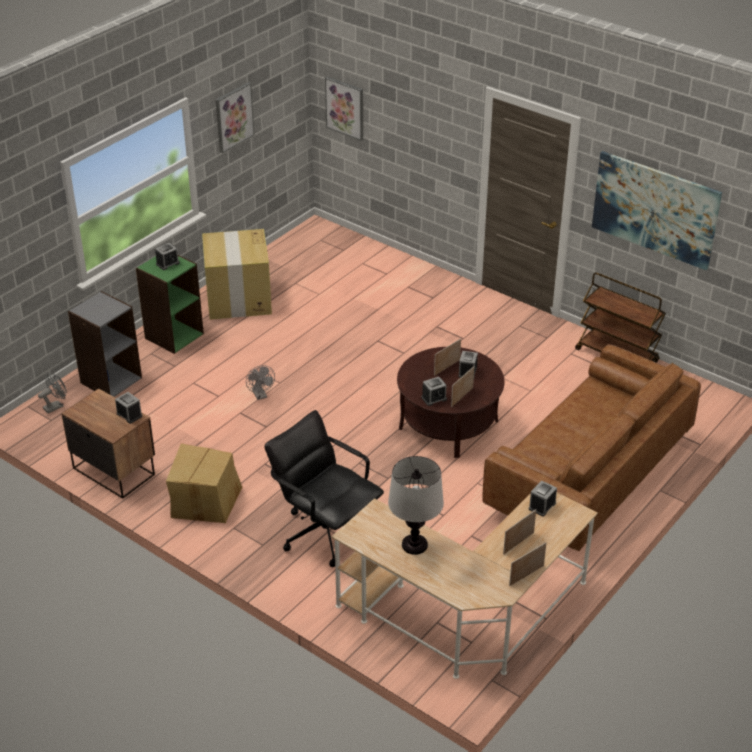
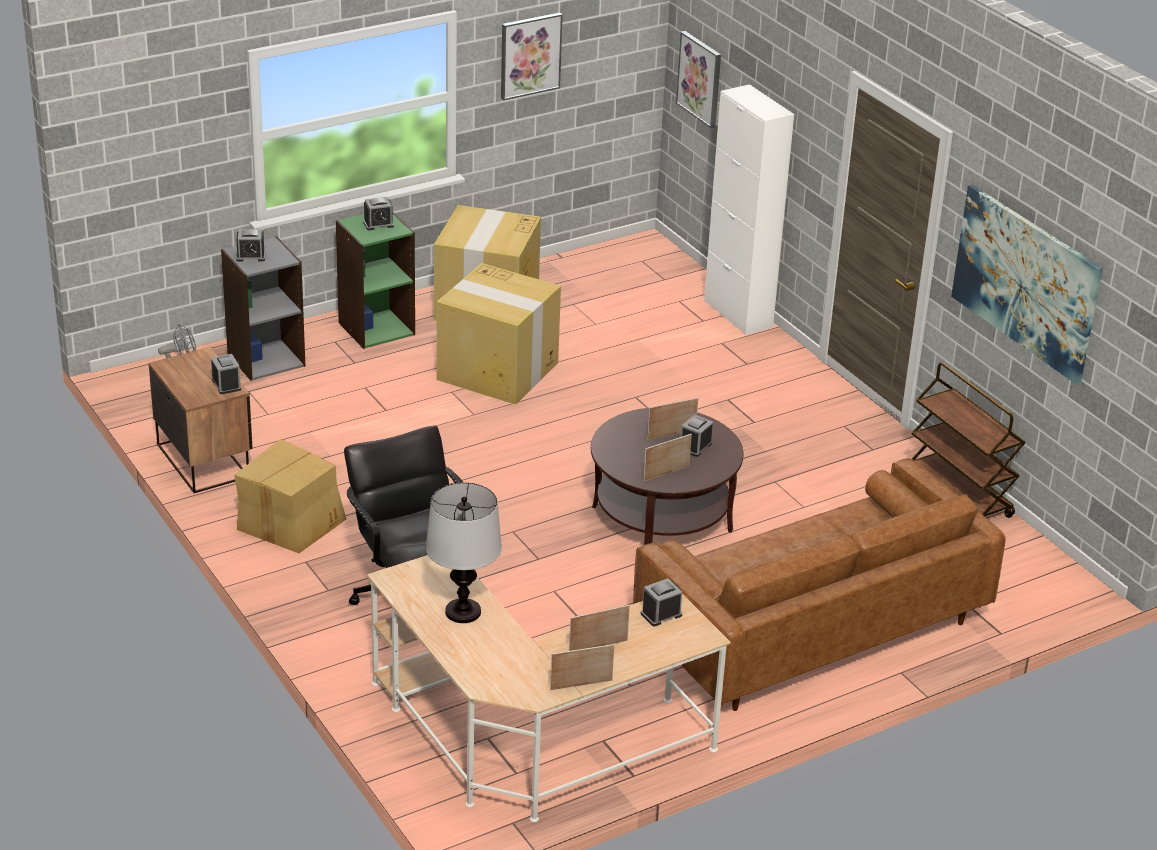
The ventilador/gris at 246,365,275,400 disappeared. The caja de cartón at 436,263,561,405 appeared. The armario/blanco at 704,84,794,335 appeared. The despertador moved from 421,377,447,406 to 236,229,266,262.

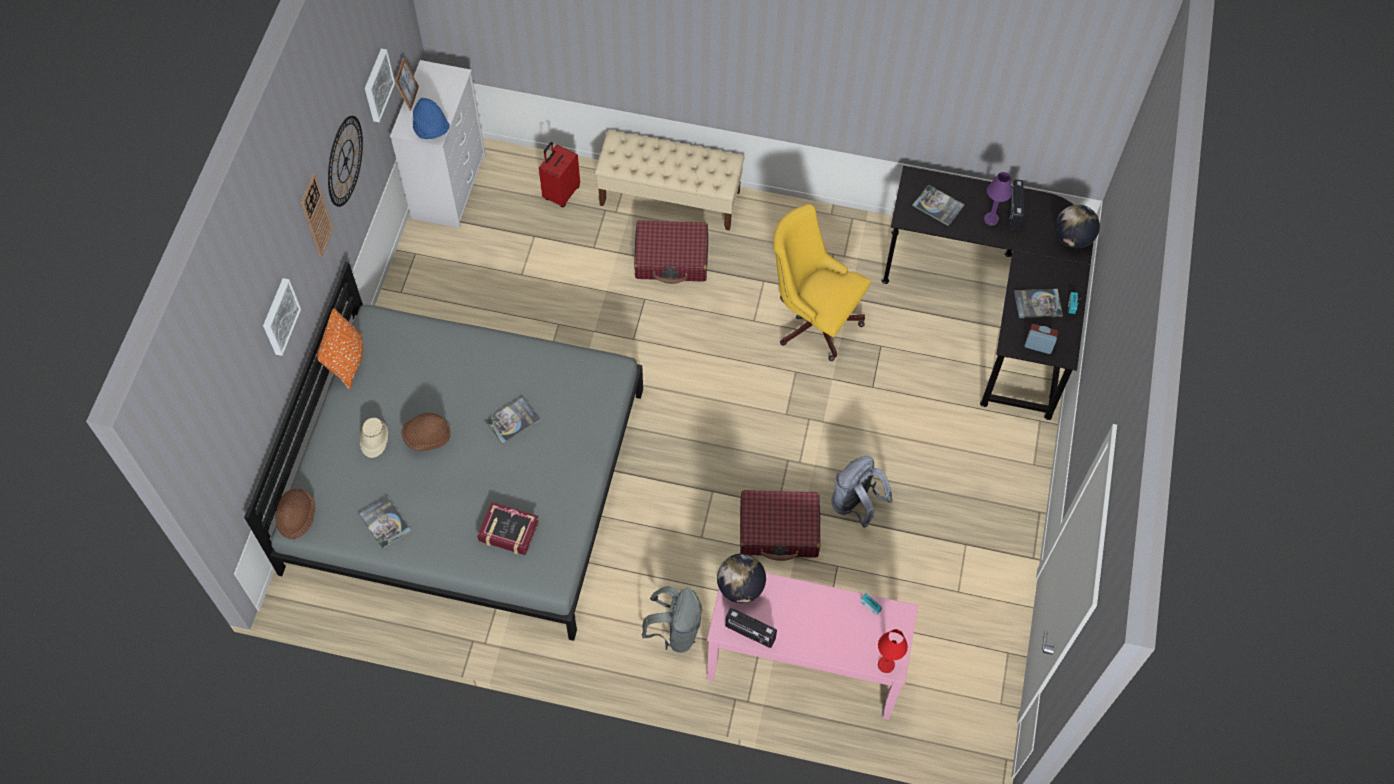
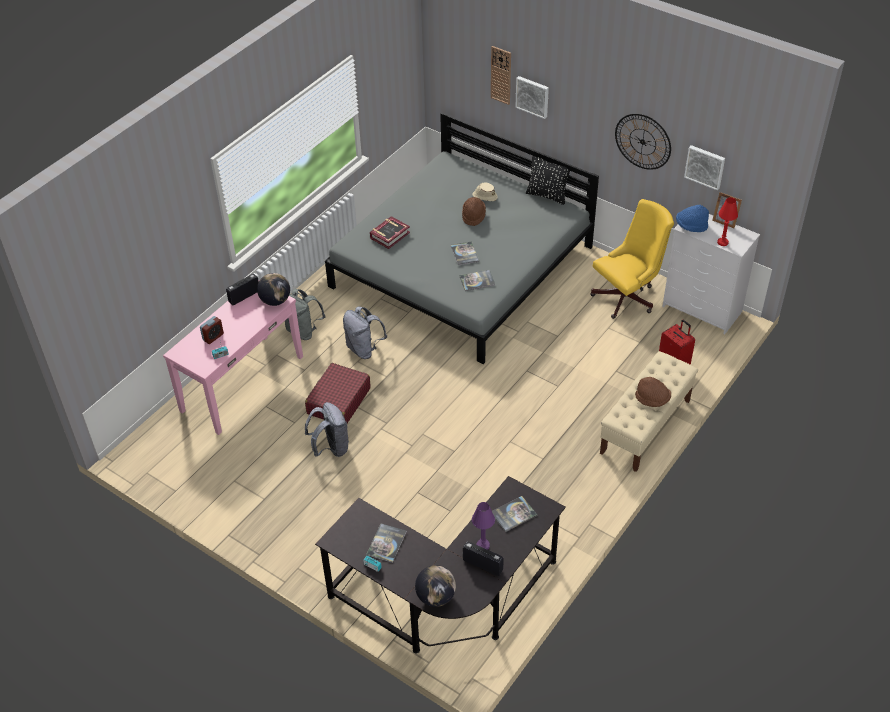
The maleta/rojo at 634,220,708,284 disappeared. The mochila/gris at 343,306,387,359 appeared. The sombrero/marrón moved from 275,489,315,540 to 635,377,671,407. The reloj de pared moved from 300,174,333,257 to 491,46,511,105. The libro moved from 358,496,411,550 to 459,270,495,291. The silla de oficina/amarillo moved from 773,204,871,361 to 591,199,674,319. The lámpara de mesa/rojo moved from 878,629,908,673 to 717,197,738,246. The despertador moved from 1024,324,1058,354 to 200,316,224,344. The cojín/naranja at 317,308,363,389 became the cojín/negro at 526,156,570,205.

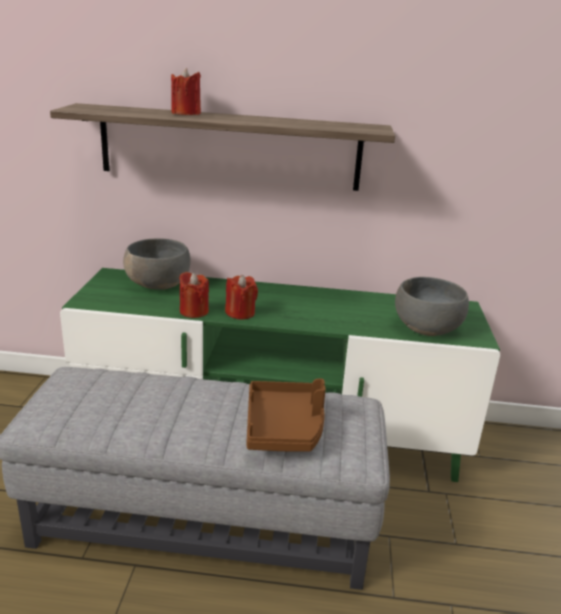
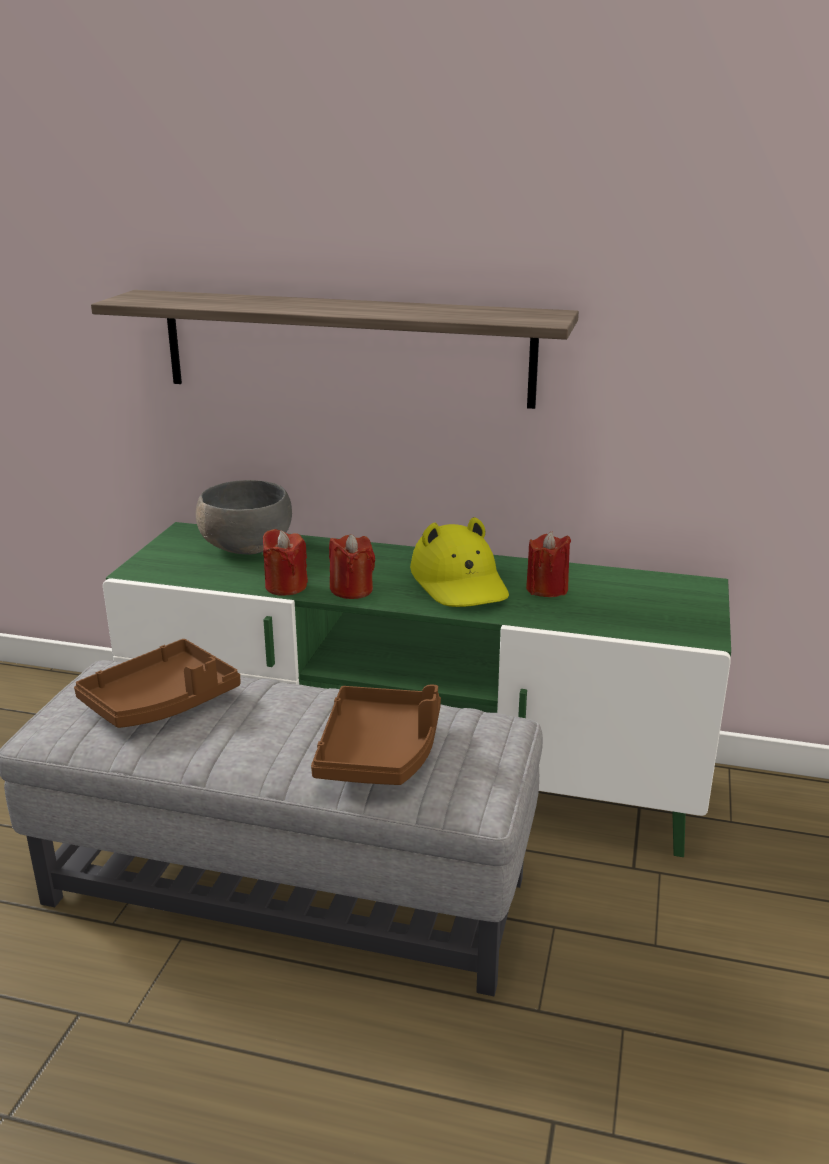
The cuenco/gris at 395,277,469,336 disappeared. The bandeja/marrón at 74,639,241,728 appeared. The sombrero/amarillo at 410,517,509,607 appeared. The vela/rojo moved from 171,68,201,115 to 526,531,571,597.

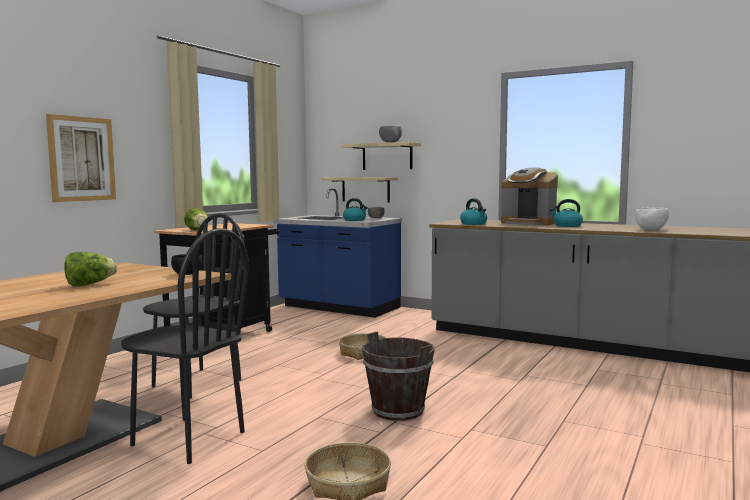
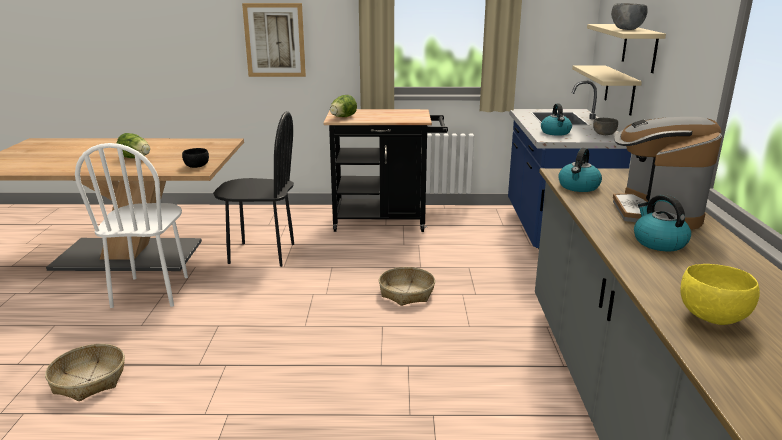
The cubo/marrón at 362,332,435,421 disappeared. The silla/negro at 121,228,249,464 became the silla/blanco at 75,143,188,308. The cuenco/blanco at 635,207,669,230 became the cuenco/amarillo at 680,264,760,325.

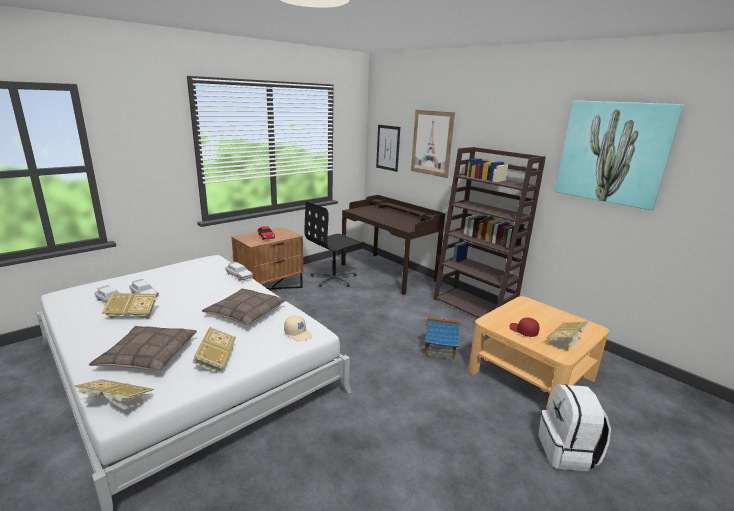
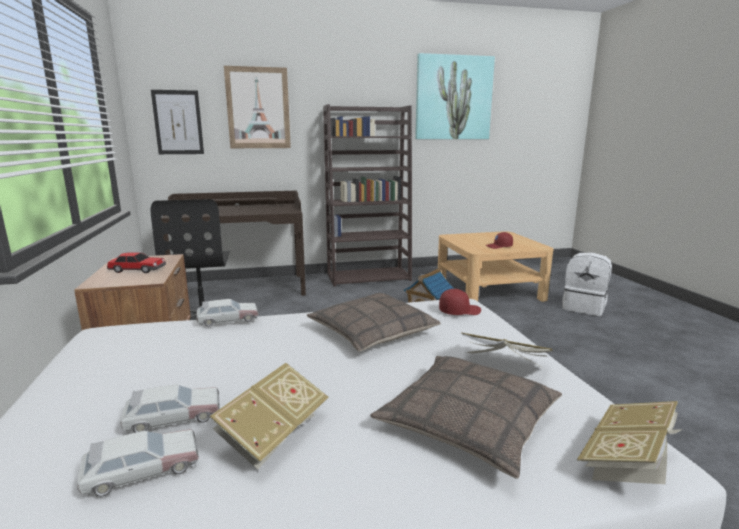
The libro at 546,321,588,346 disappeared. The gorra/beis at 284,315,312,342 became the gorra/rojo at 439,289,481,315.

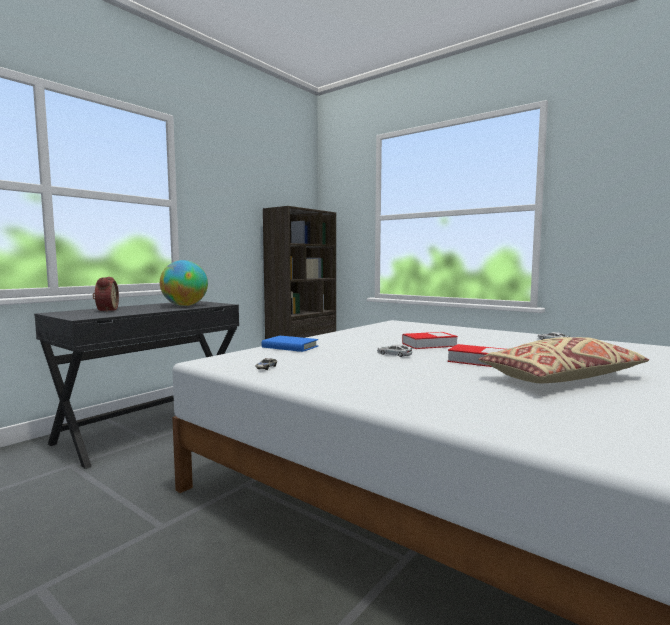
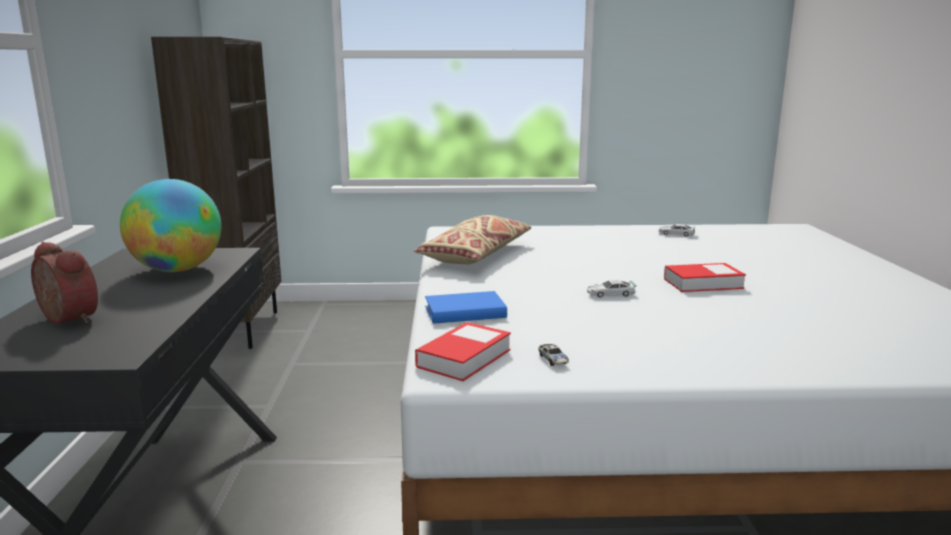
The libro moved from 402,332,458,349 to 415,322,511,381. The cojín/beis moved from 478,337,649,383 to 414,215,531,265.

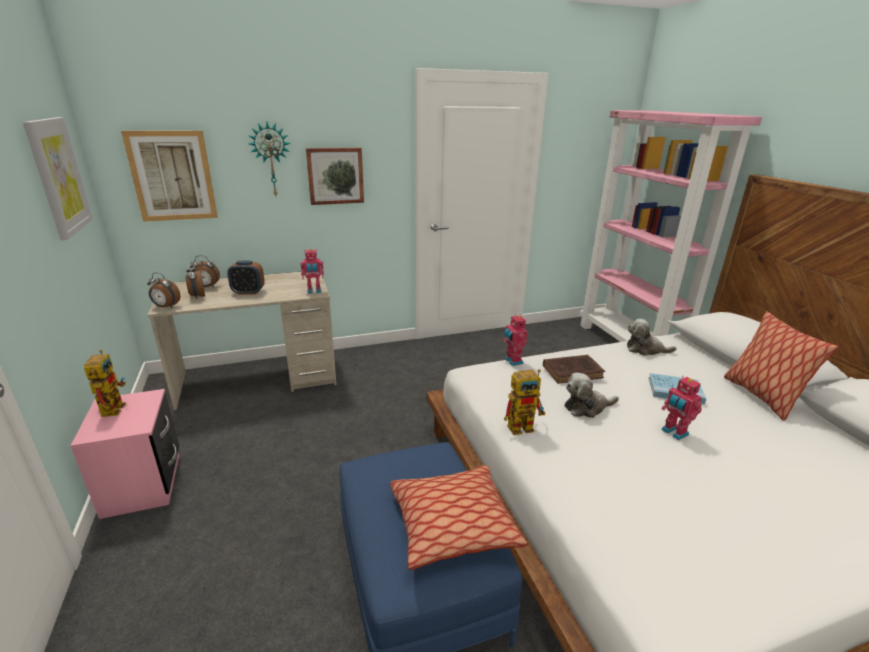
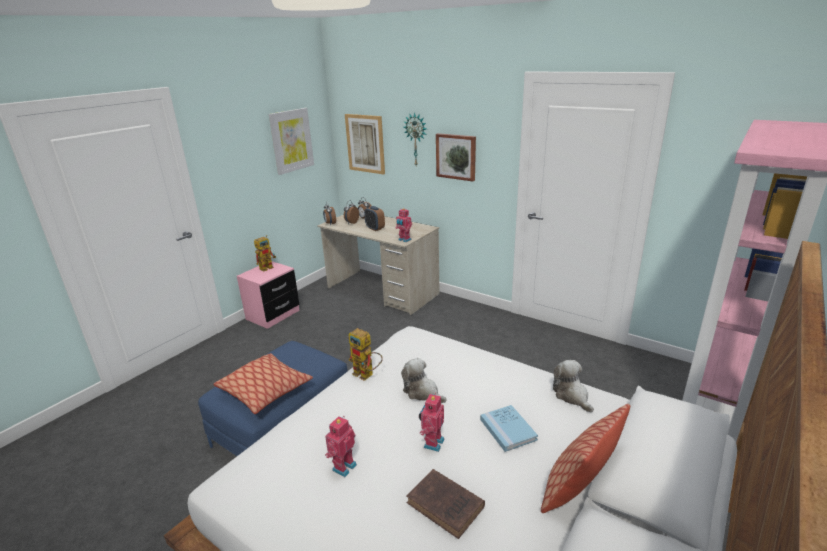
The robot de juguete moved from 503,314,528,366 to 325,416,357,477. The libro/marrón moved from 543,355,605,384 to 407,469,485,539.

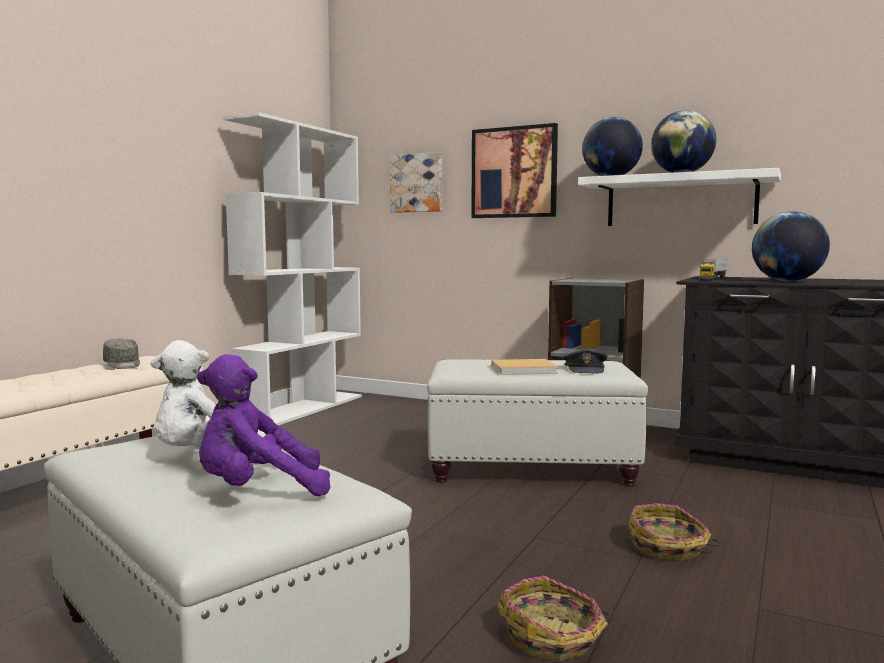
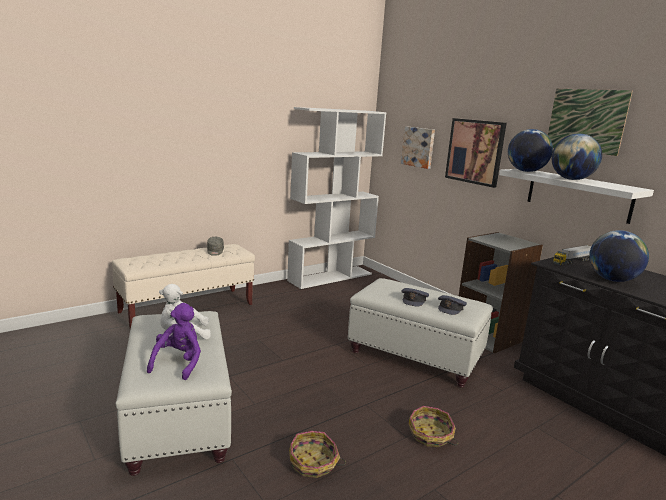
The cuadro at 548,89,633,156 appeared. The libro/beis at 491,359,558,375 was replaced by the gorra/gris at 401,288,429,307. The peluche/morado at 197,354,330,496 turned 90 degrees clockwise.

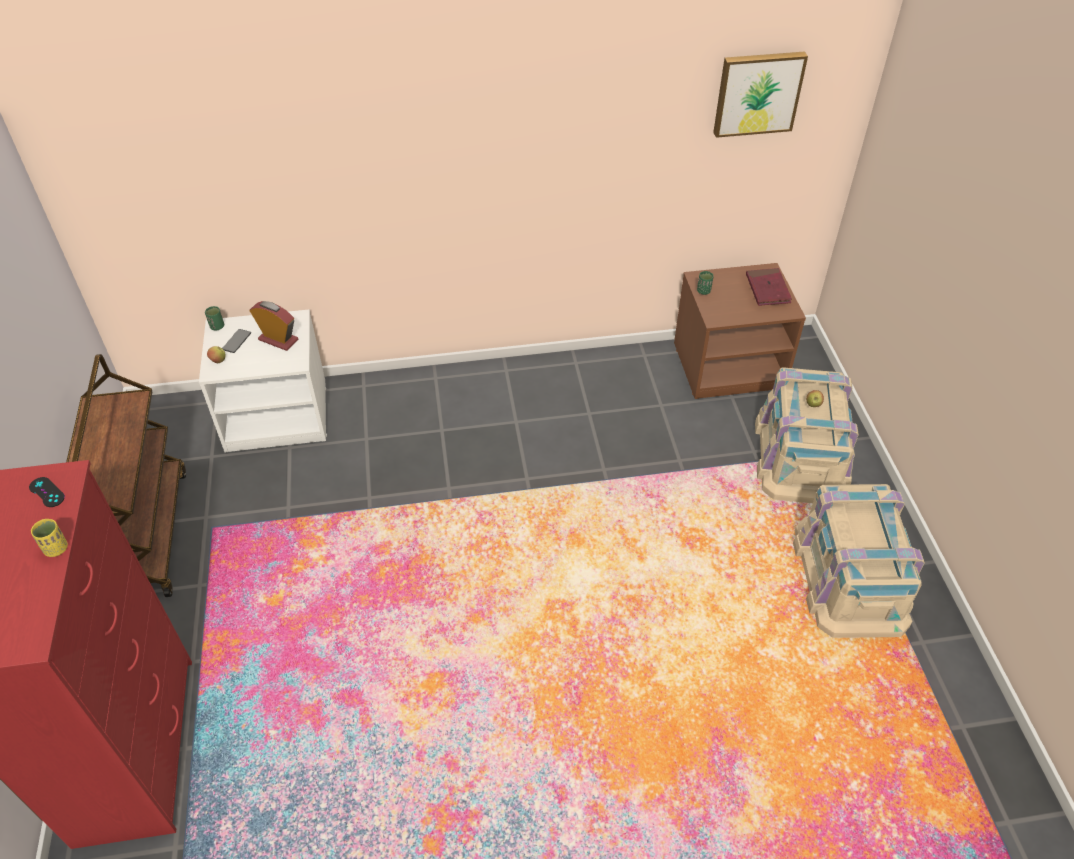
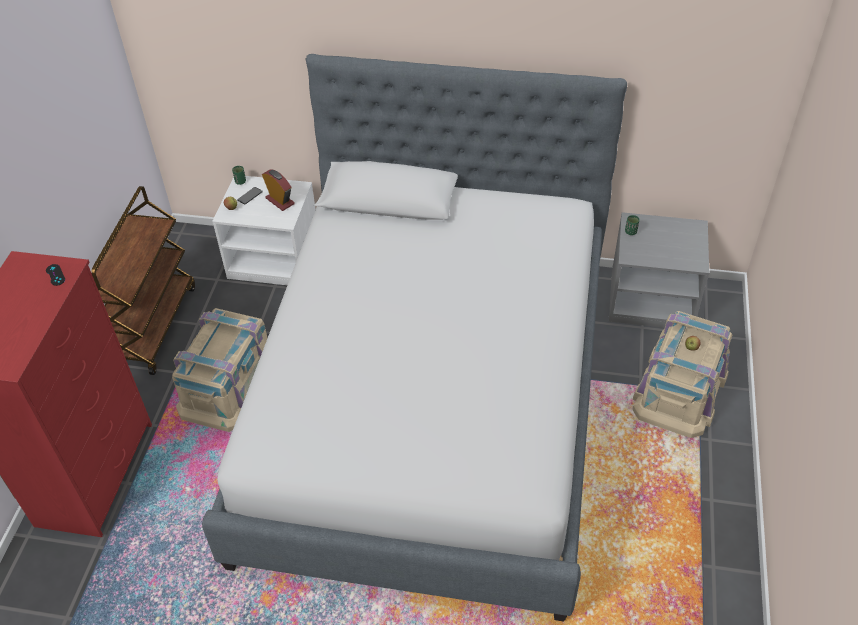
The taza/amarillo at 31,519,68,557 disappeared. The cuadro at 713,51,808,138 disappeared. The libro/rojo at 746,268,792,306 disappeared. The cama at 202,54,627,621 appeared. The caja de almacenaje/beis moved from 793,484,925,638 to 172,308,267,432. The mesita de noche/marrón at 674,263,806,399 became the mesita de noche/gris at 609,212,709,328.

